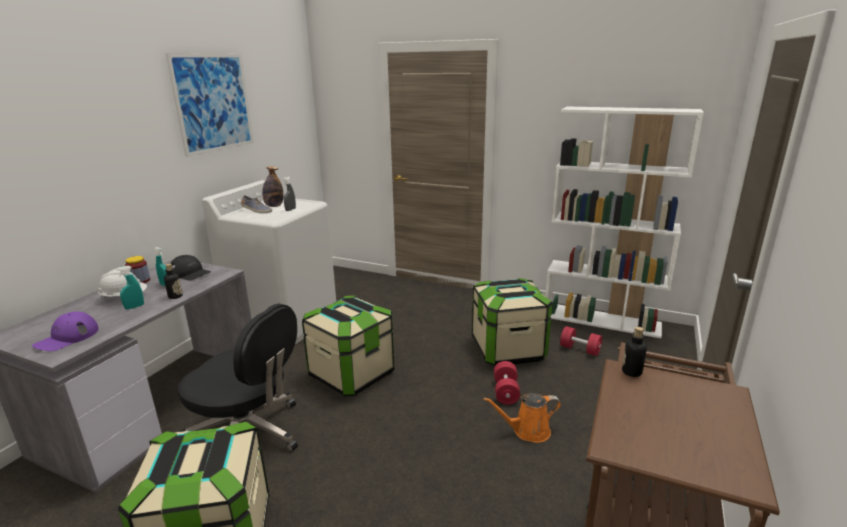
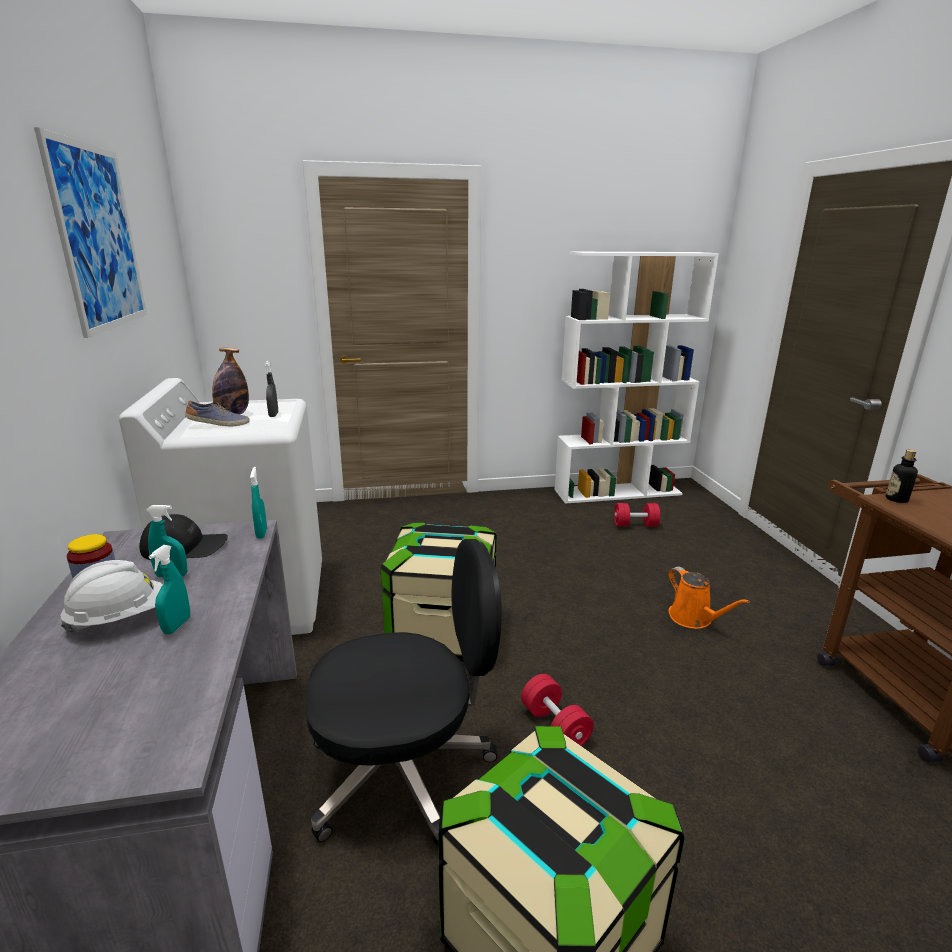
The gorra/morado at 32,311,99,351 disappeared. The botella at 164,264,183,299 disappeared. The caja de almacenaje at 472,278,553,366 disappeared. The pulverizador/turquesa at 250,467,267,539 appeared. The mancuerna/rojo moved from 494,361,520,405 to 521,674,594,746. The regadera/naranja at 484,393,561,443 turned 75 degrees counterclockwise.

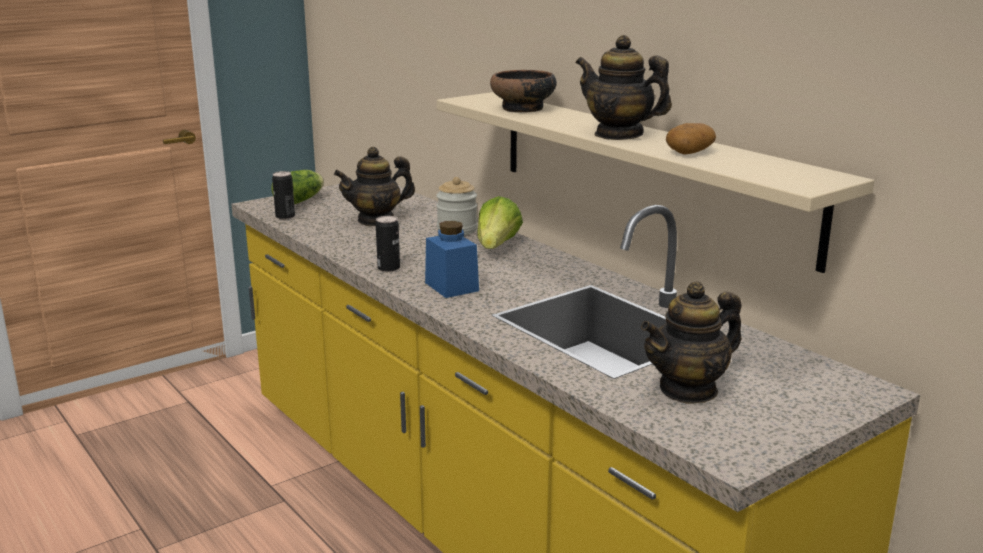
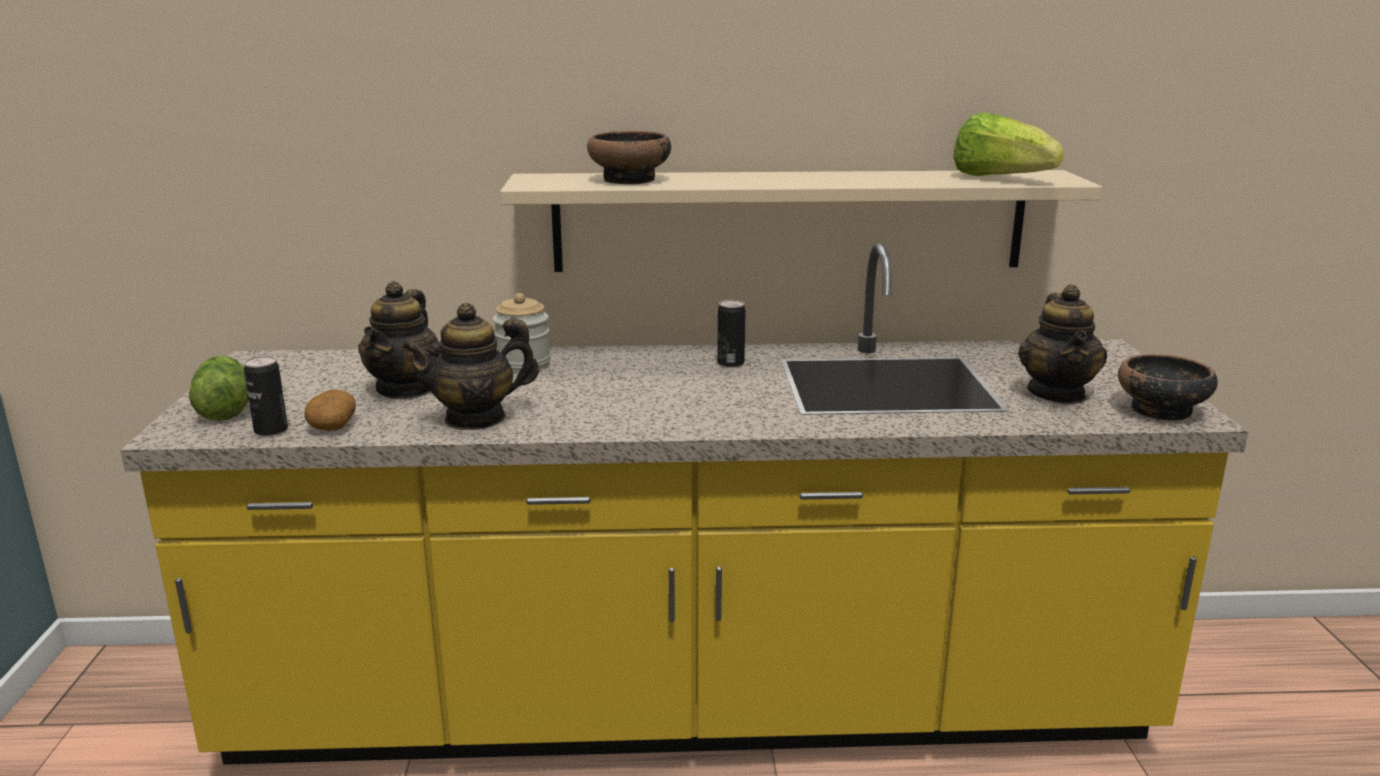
The tarro/azul at 425,221,479,298 disappeared. The cuenco at 1118,354,1218,421 appeared. The lata moved from 376,216,400,272 to 717,300,746,368. The lechuga moved from 477,196,523,249 to 953,112,1064,176. The tetera moved from 576,35,672,140 to 401,303,539,430. The patata moved from 666,123,716,155 to 304,390,356,431.

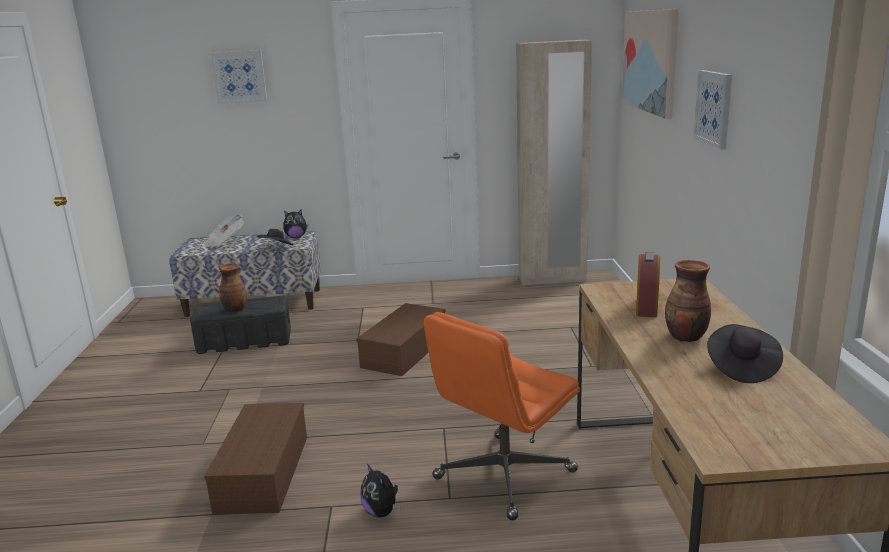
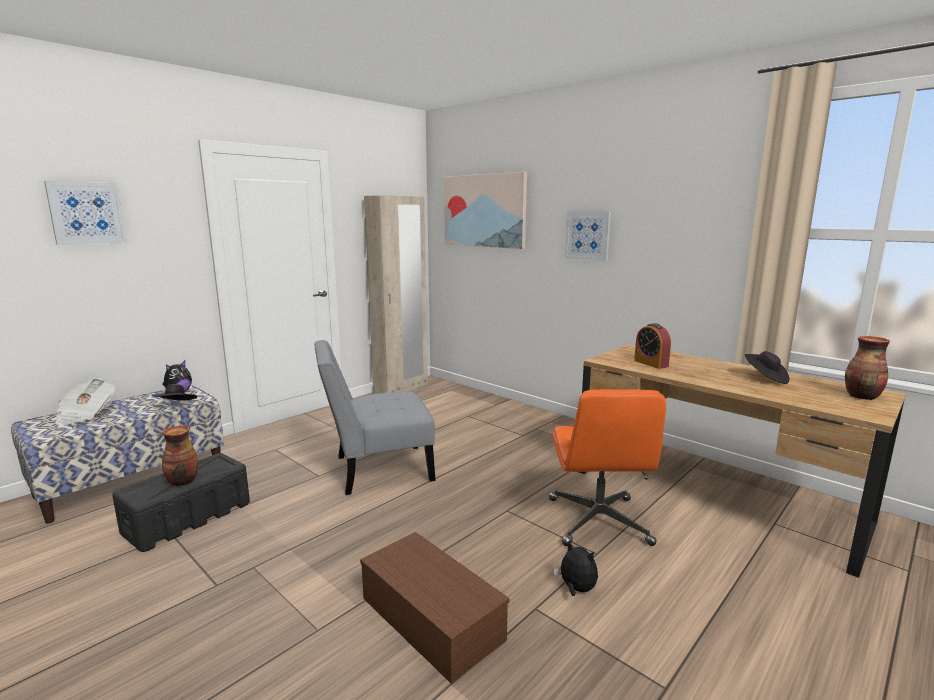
The florero moved from 665,260,711,342 to 845,336,890,400. The caja de almacenaje/marrón at 356,303,446,376 was replaced by the silla/gris at 314,340,435,495. The peluche at 360,464,400,517 turned 150 degrees counterclockwise.

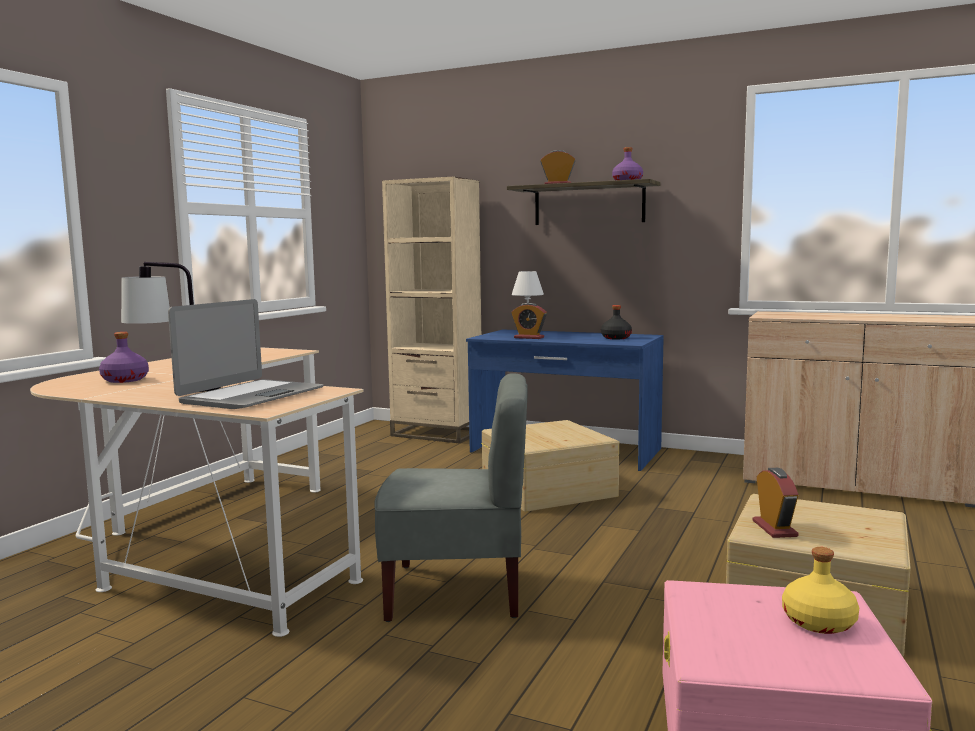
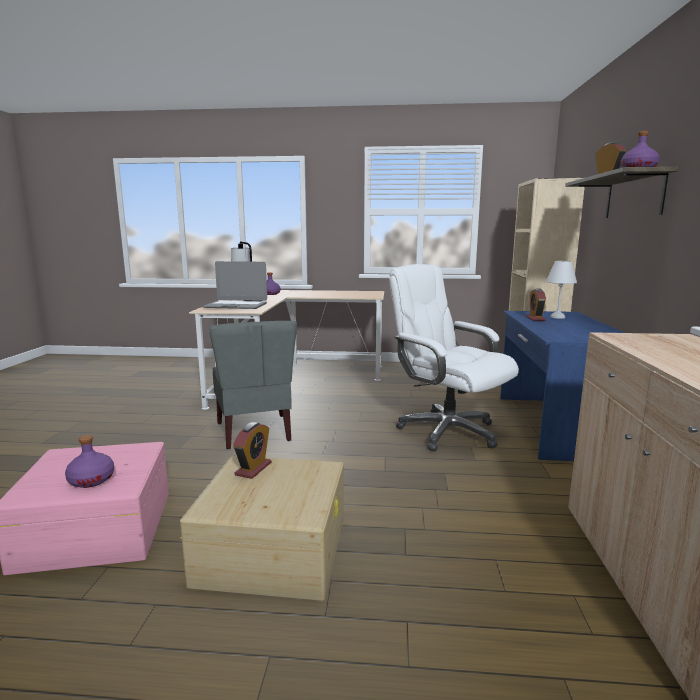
The botella/negro at 601,305,632,339 disappeared. The caja de almacenaje/beis at 481,420,619,512 was replaced by the silla de oficina/blanco at 389,264,519,451. The botella/amarillo at 782,547,859,634 became the botella/morado at 65,435,114,488. The despertador at 753,468,799,538 turned 45 degrees counterclockwise.

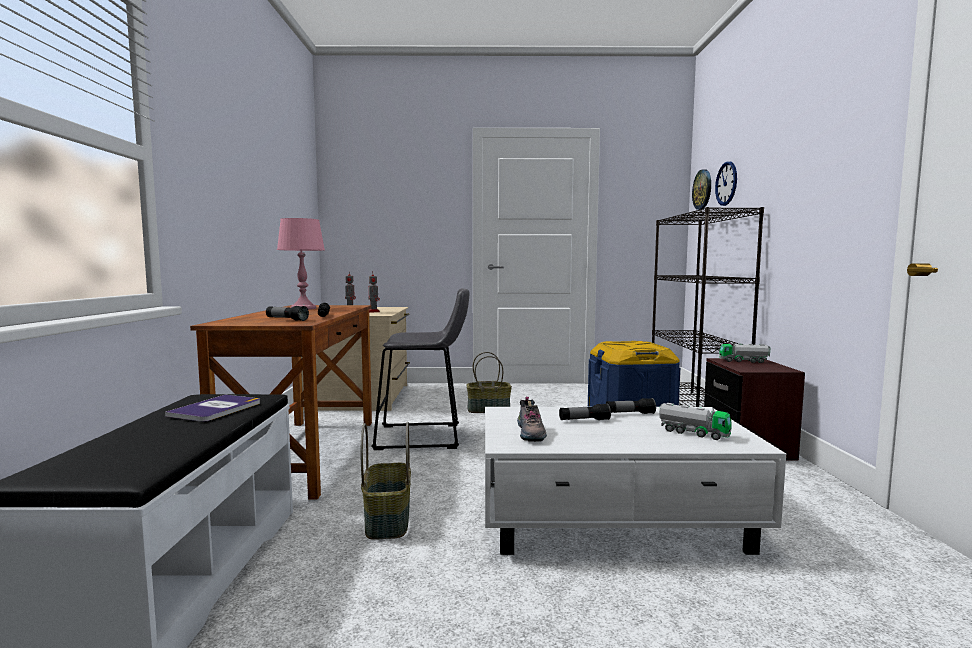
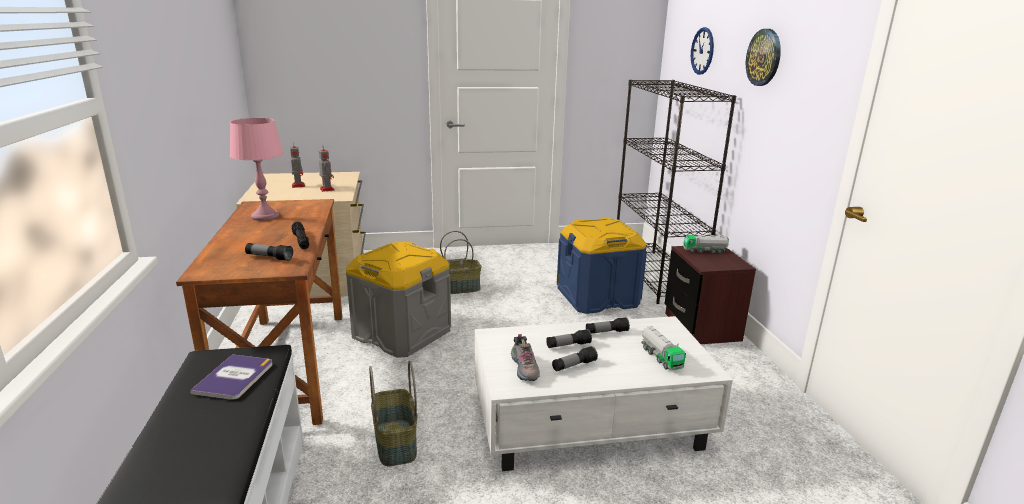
The linterna at 552,346,598,371 appeared. The reloj de pared moved from 692,169,711,210 to 746,29,781,86. The taburete/gris at 371,288,470,450 was replaced by the caja de almacenaje/gris at 346,242,451,358. The camión de juguete at 659,403,732,440 turned 45 degrees clockwise.

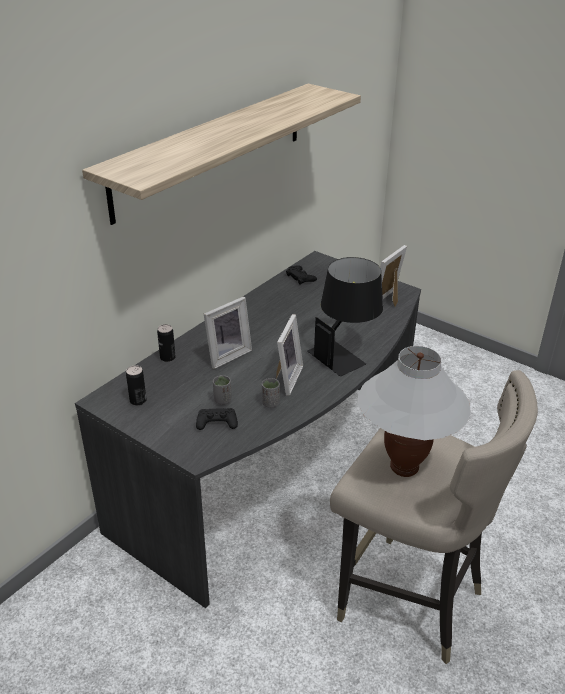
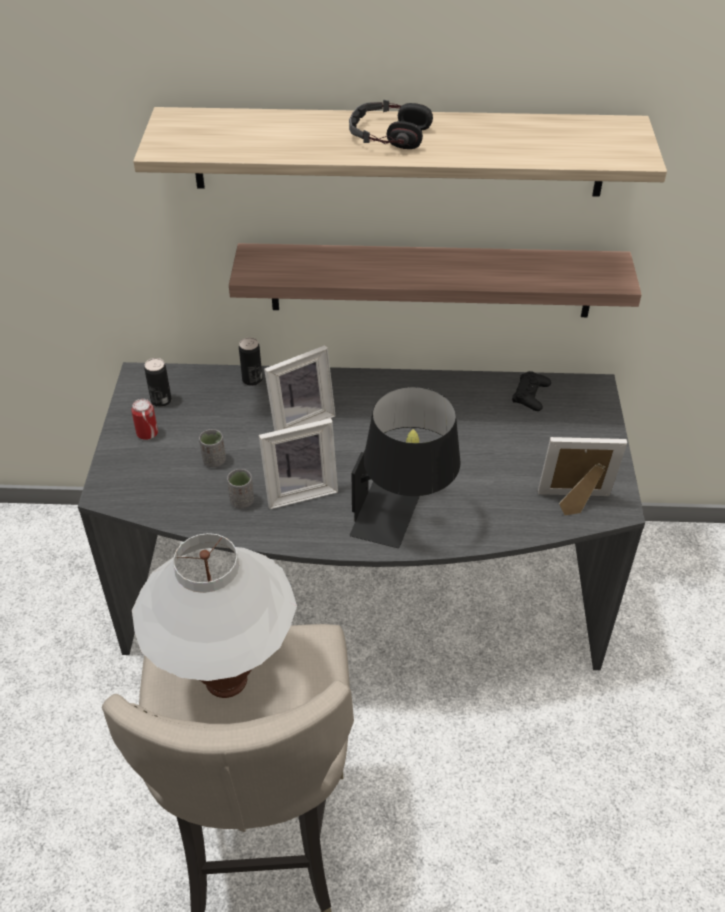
The mando de consola/negro at 196,408,238,430 disappeared. The lata at 131,399,158,440 appeared. The estante at 229,243,642,317 appeared. The auriculares at 349,100,433,149 appeared. The portarretratos at 204,296,252,369 turned 45 degrees counterclockwise.

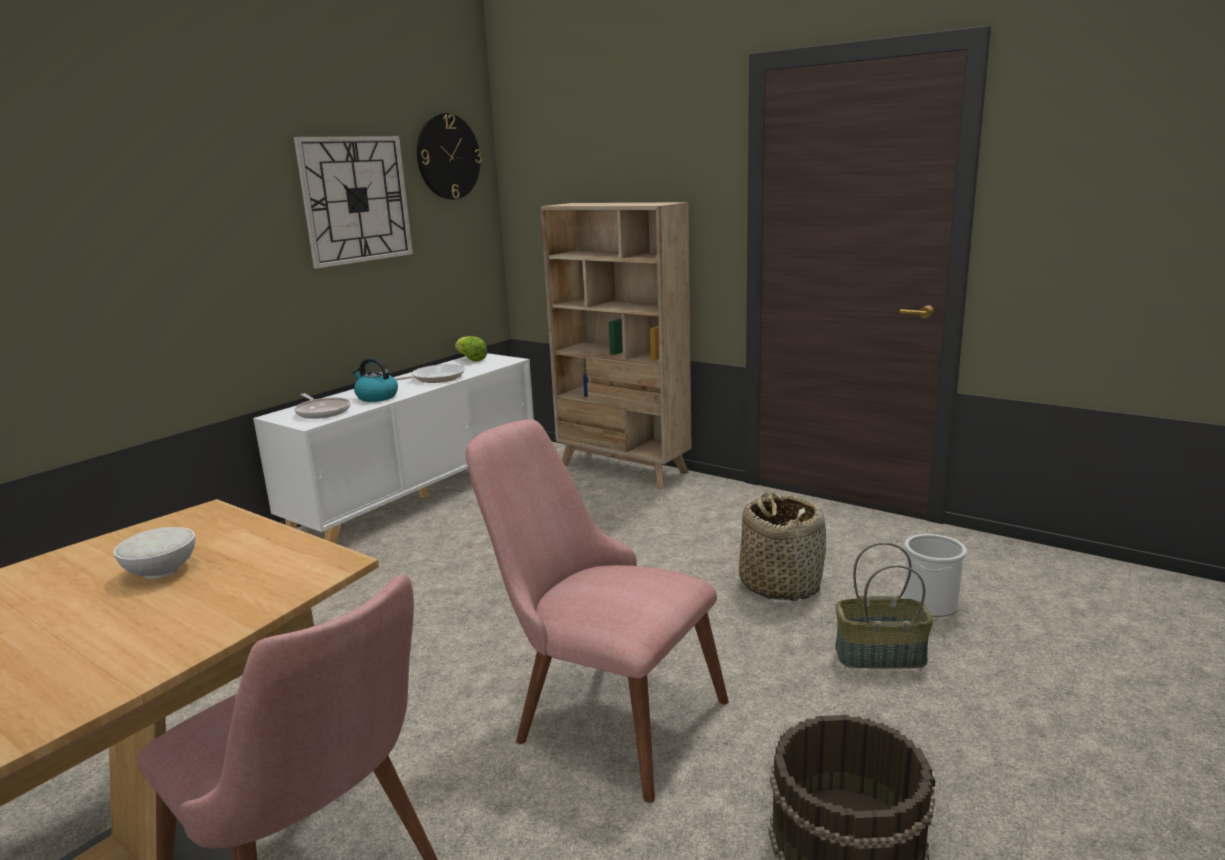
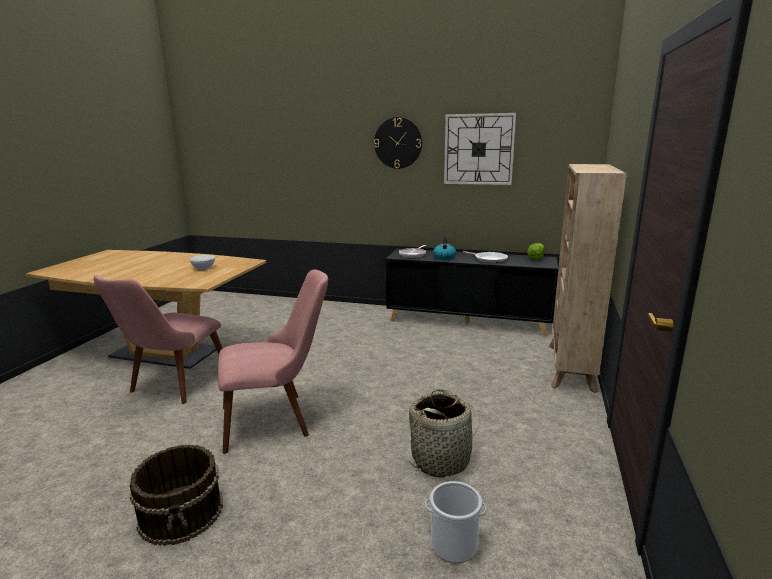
The cesta at 835,542,933,669 disappeared. The reloj de pared moved from 417,113,482,200 to 374,117,422,169. The armario/blanco at 253,353,534,544 became the armario/negro at 386,249,558,336. The silla/rosa at 466,419,729,803 turned 60 degrees clockwise.

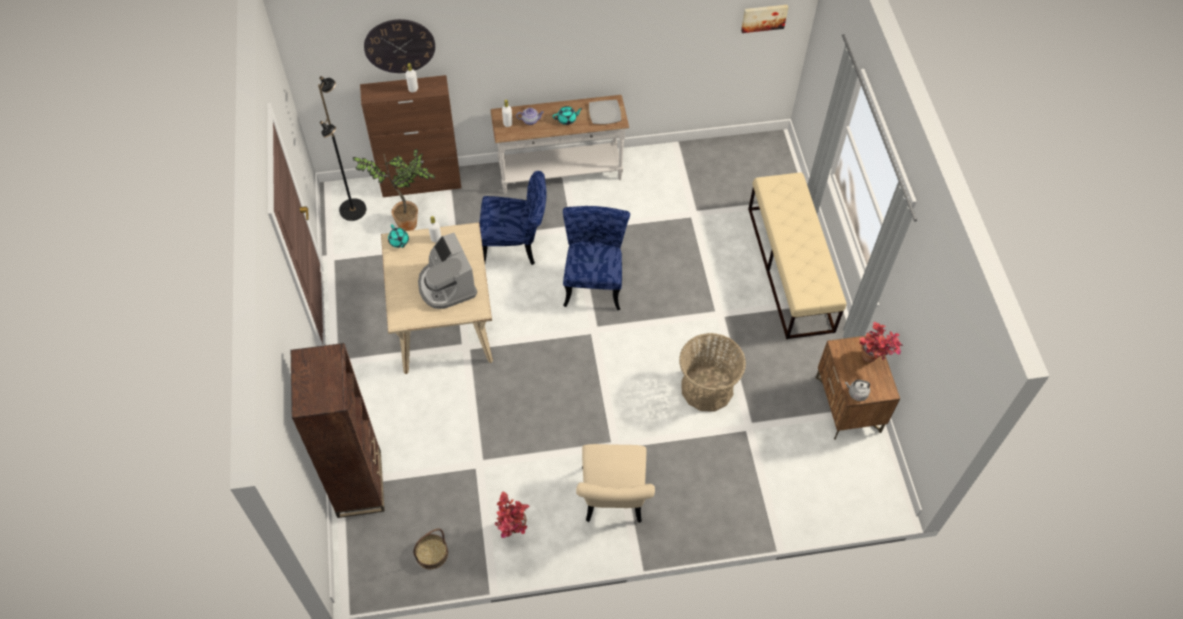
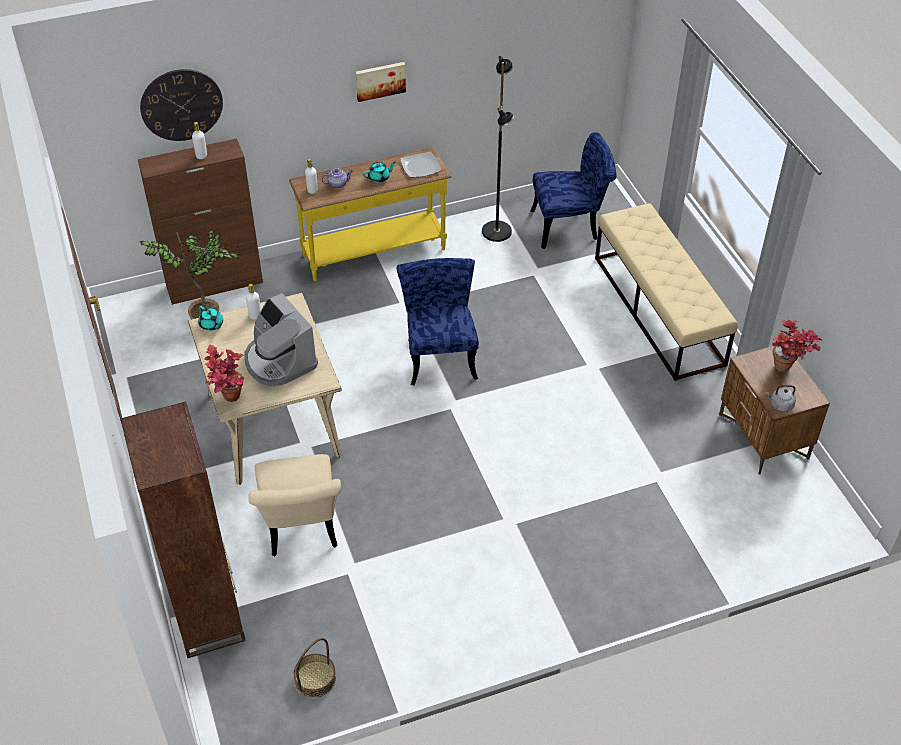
The cesta at 679,333,746,412 disappeared. The lámpara de pie/negro moved from 318,76,366,221 to 482,56,514,242. The silla/azul moved from 479,171,547,265 to 530,132,617,249. The planta en maceta moved from 495,491,530,538 to 204,345,244,402. The silla/beis moved from 576,444,655,523 to 248,454,341,556. The cuadro moved from 741,5,788,33 to 355,62,406,102. The mesa consola/blanco at 490,95,629,194 became the mesa consola/amarillo at 289,147,452,281.

